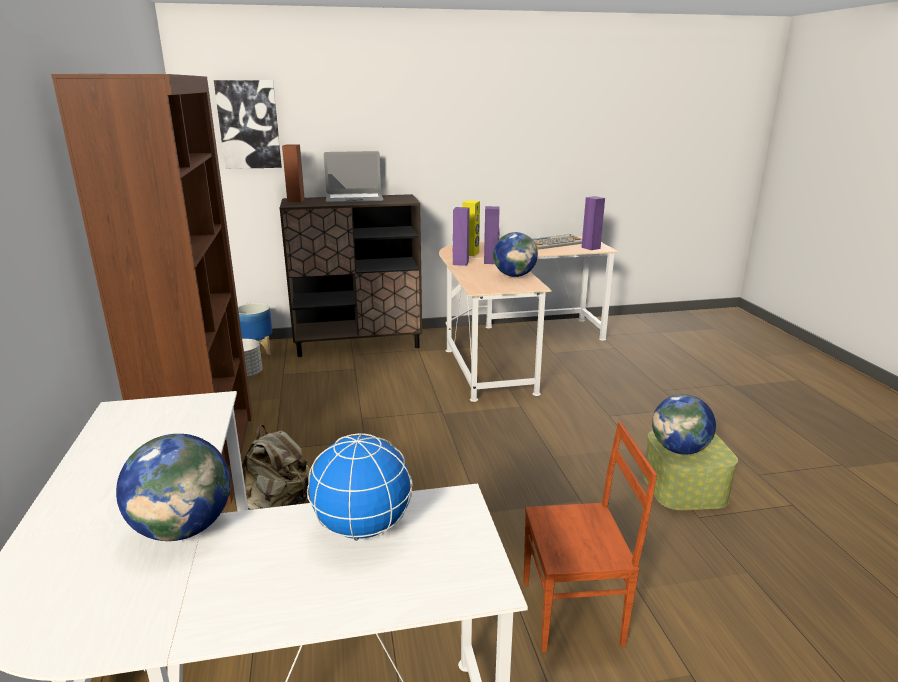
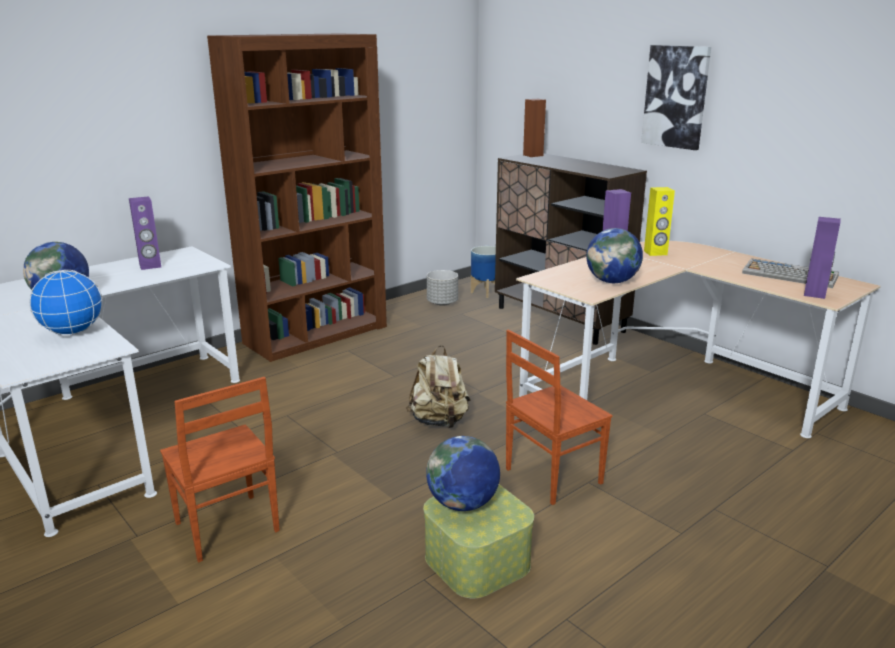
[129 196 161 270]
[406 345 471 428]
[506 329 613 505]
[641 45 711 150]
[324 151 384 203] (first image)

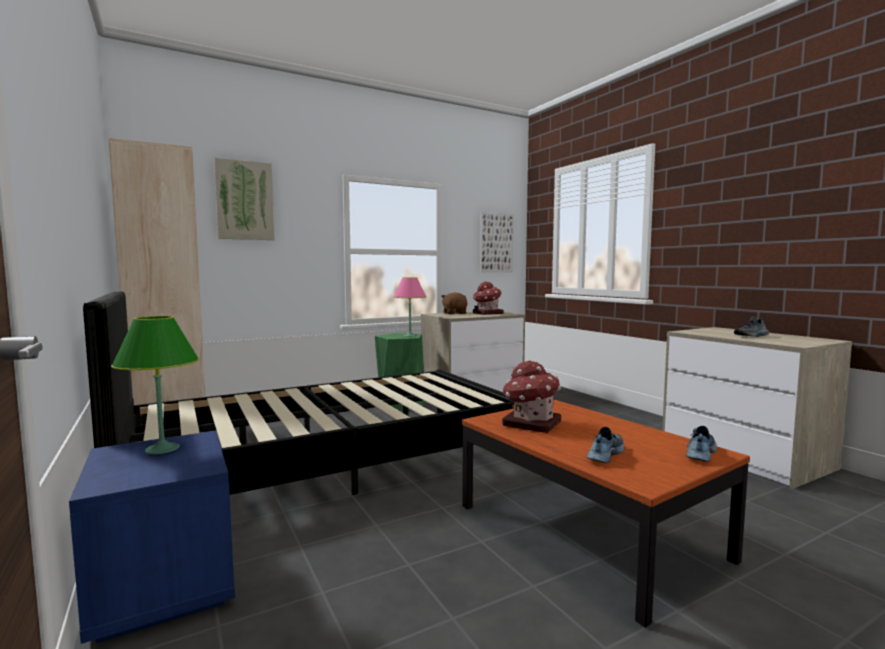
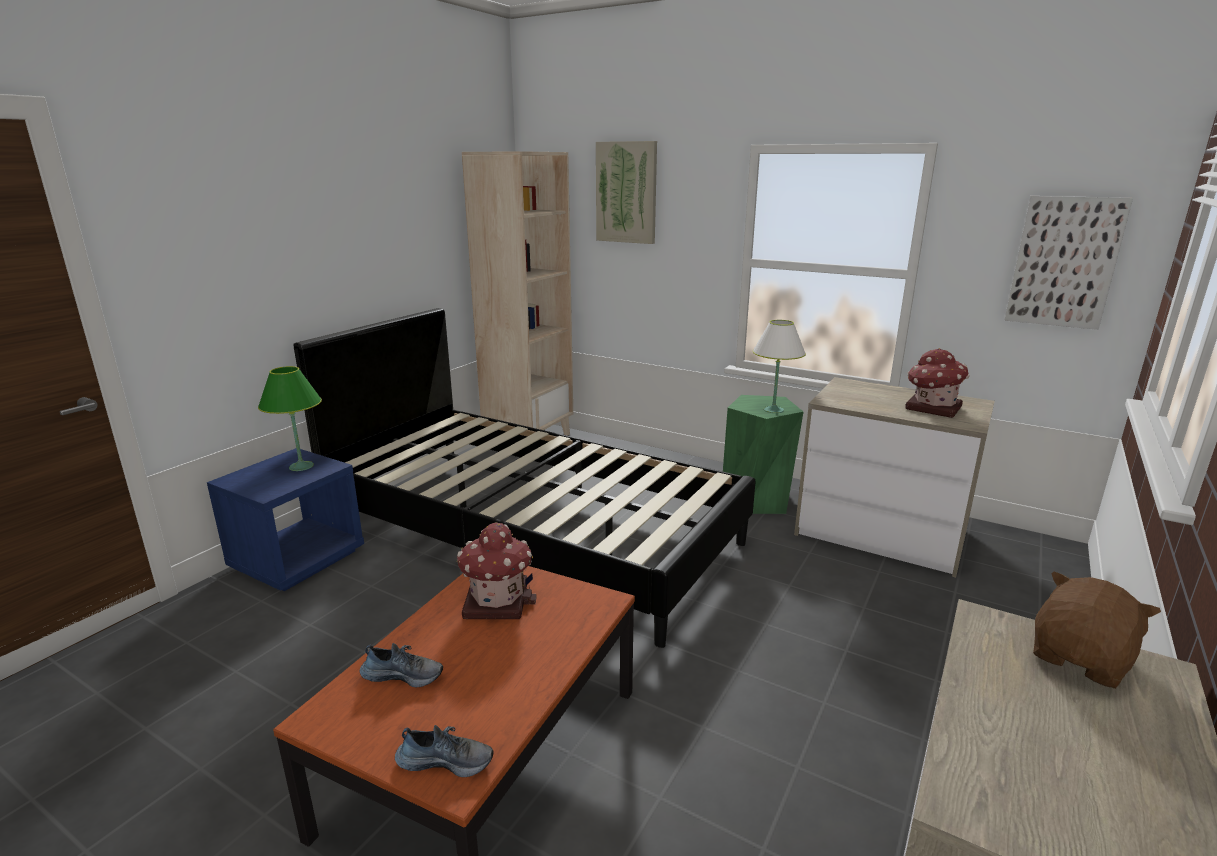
[753 320 806 413]
[1033 571 1161 689]
[734 317 769 337] (first image)

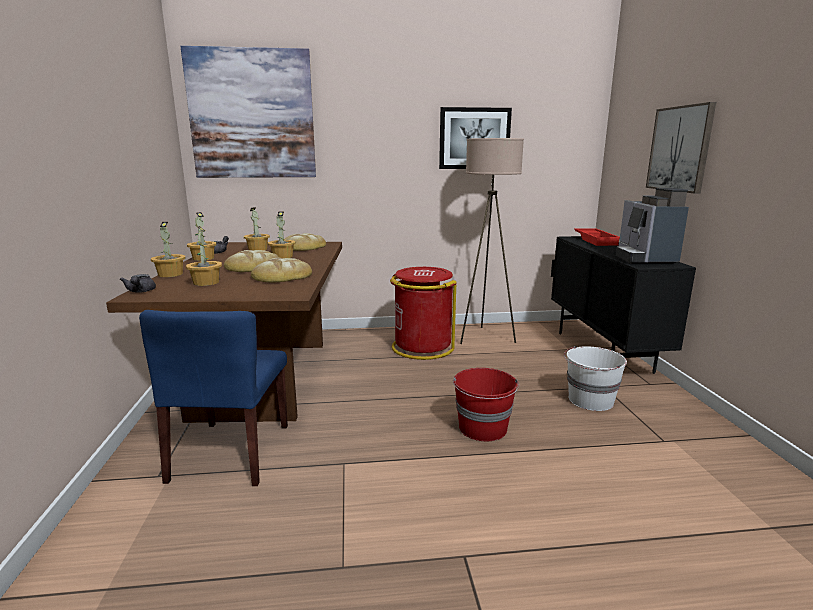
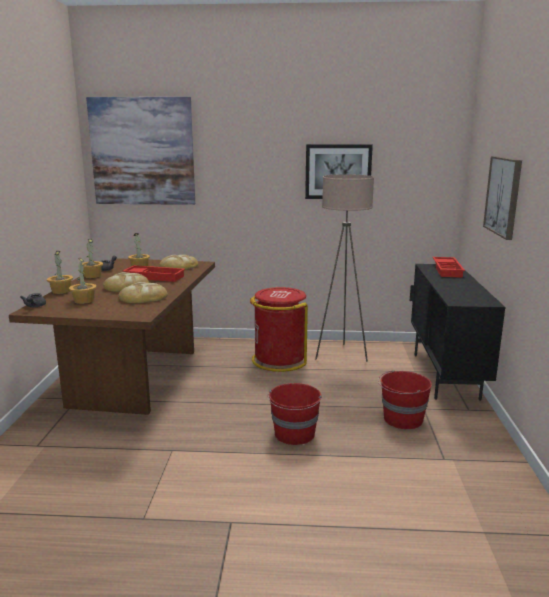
[123 265 185 282]
[378 370 432 429]
[139 310 288 486] (first image)
[616 187 689 264] (first image)

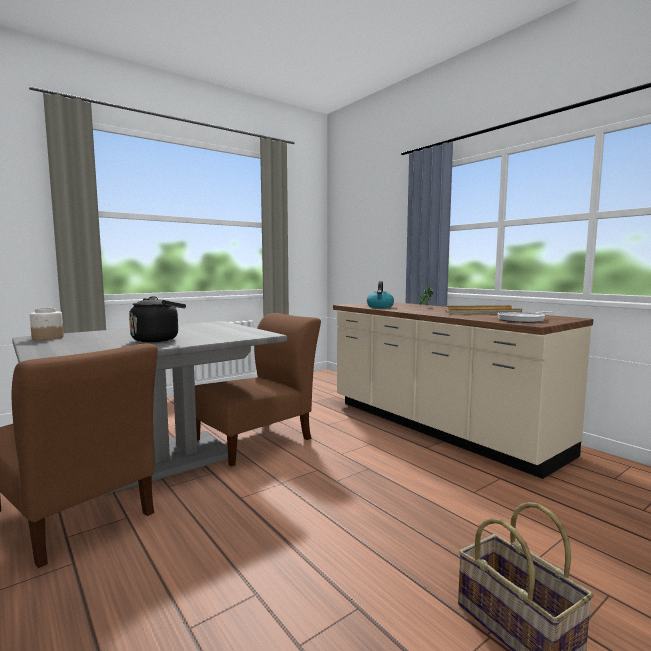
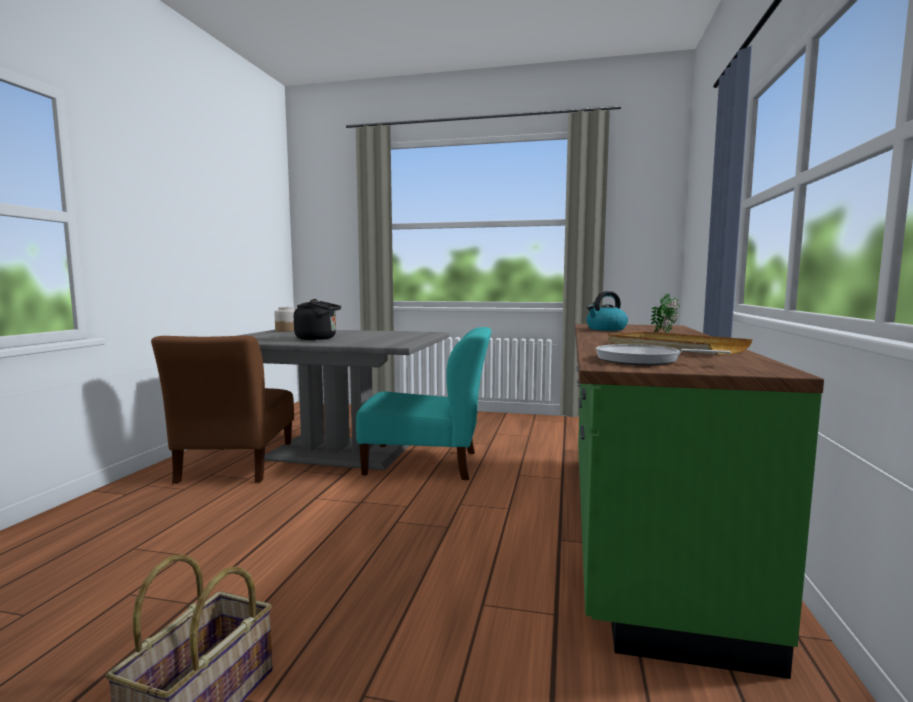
[356 327 491 480]
[575 324 824 679]

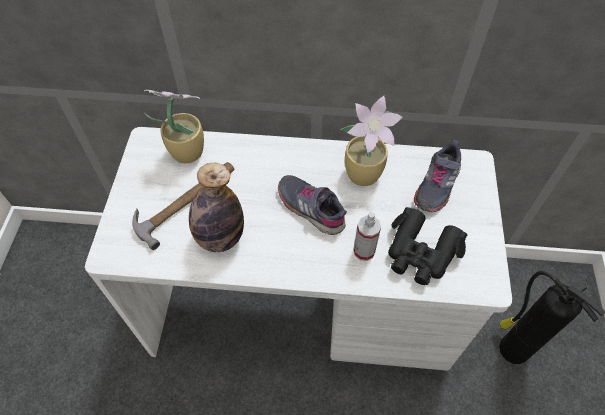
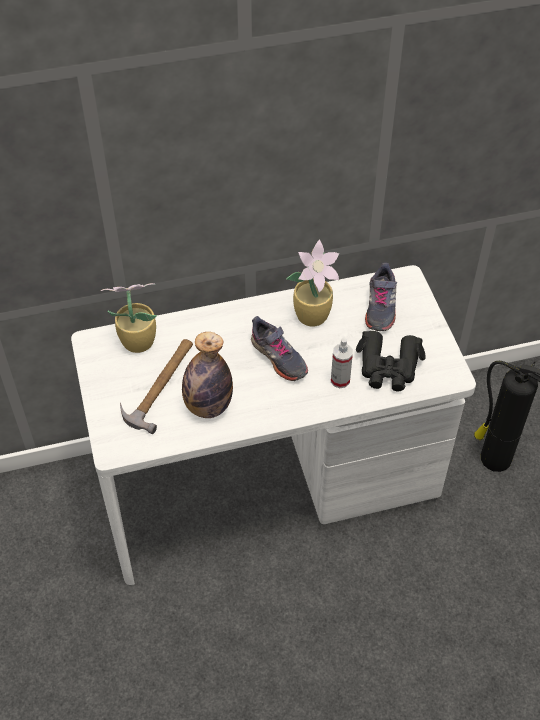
[251 316 308 381]

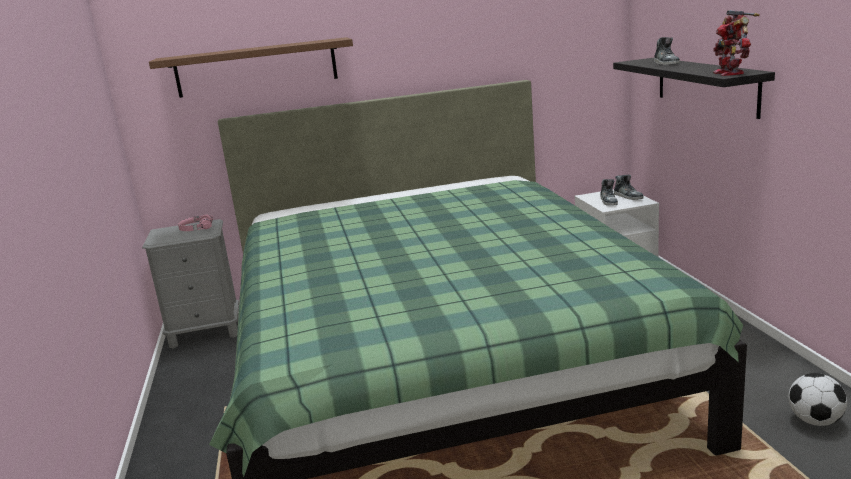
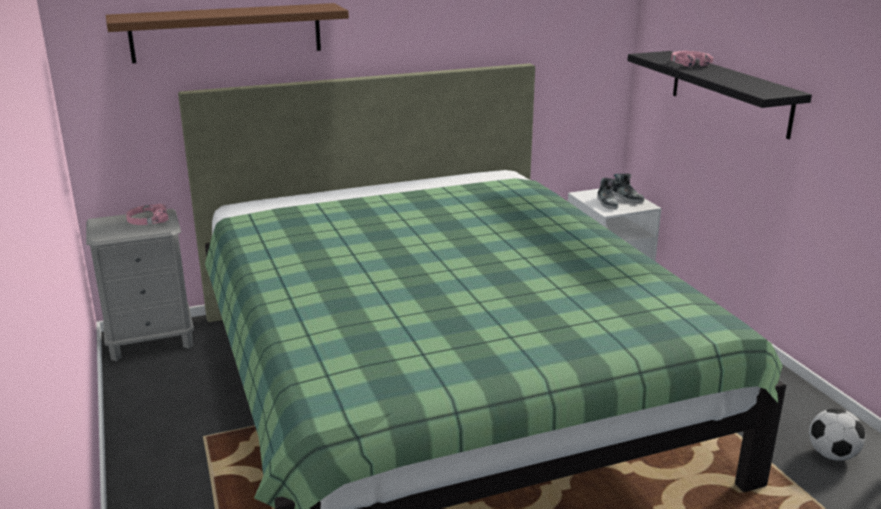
[671 51 713 67]
[713 10 760 76] (first image)

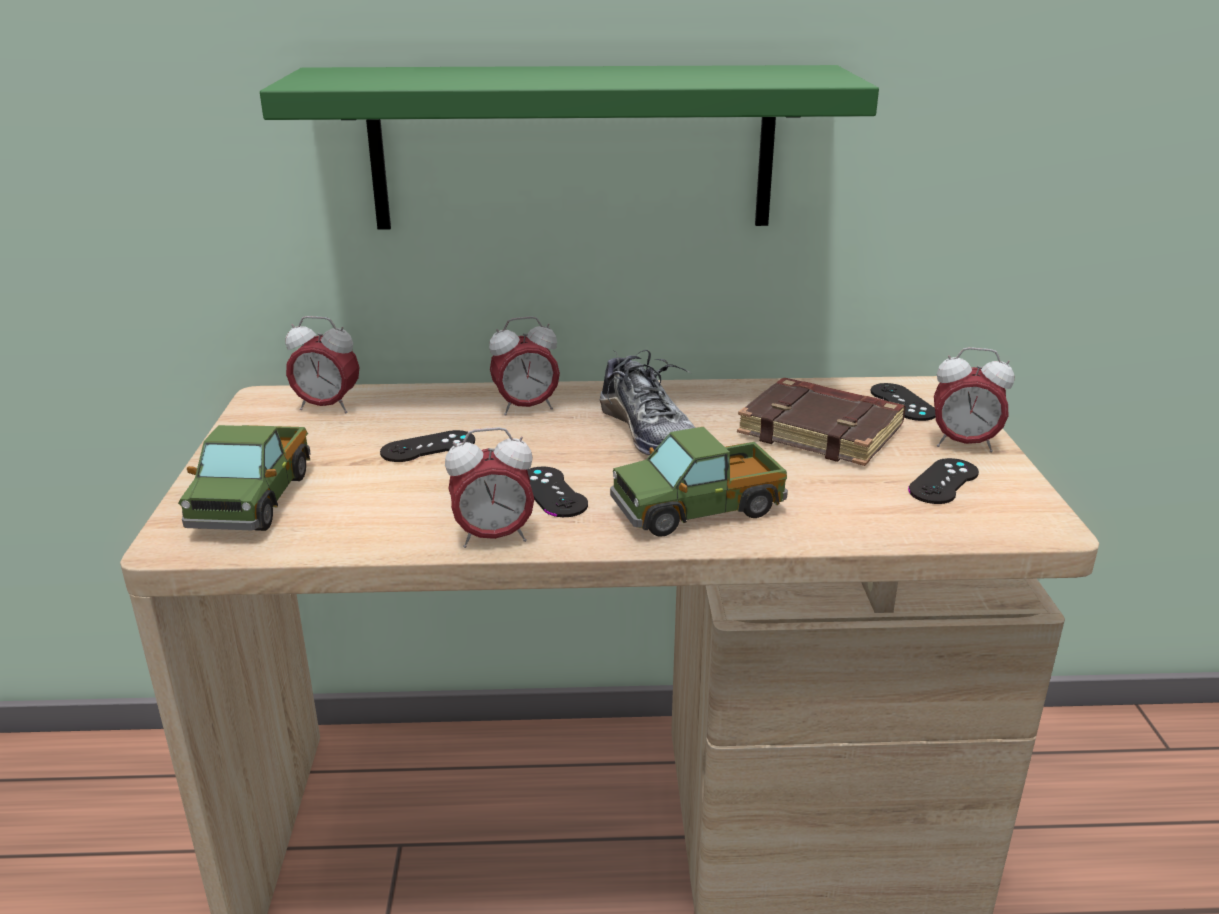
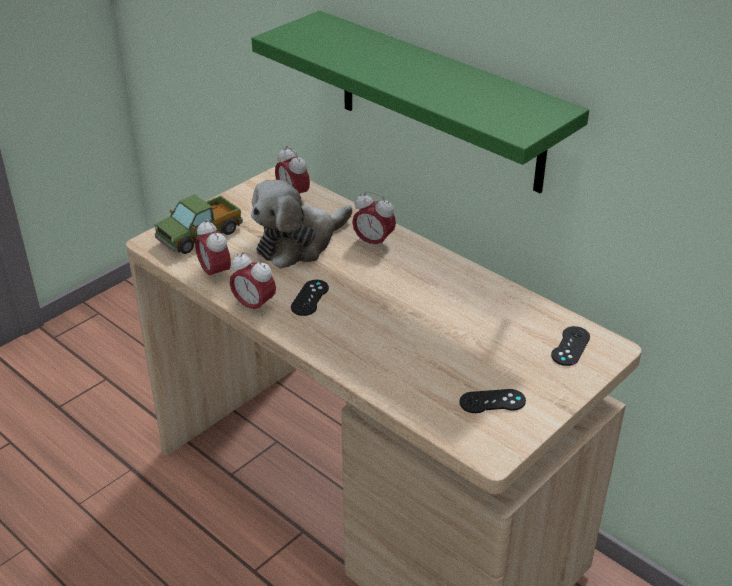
[195 219 231 284]
[251 180 352 269]
[600 350 695 455] (first image)
[610 427 788 537] (first image)
[737 378 906 466] (first image)

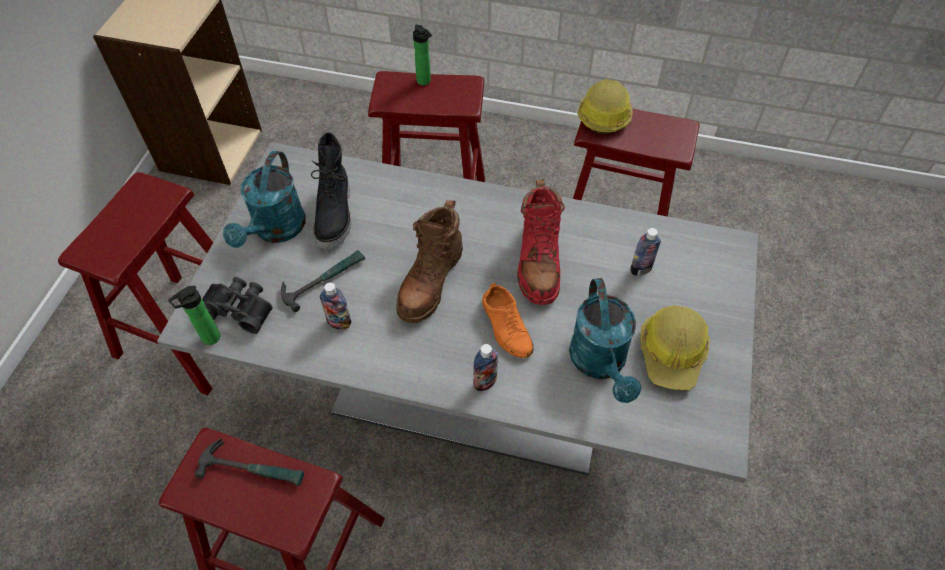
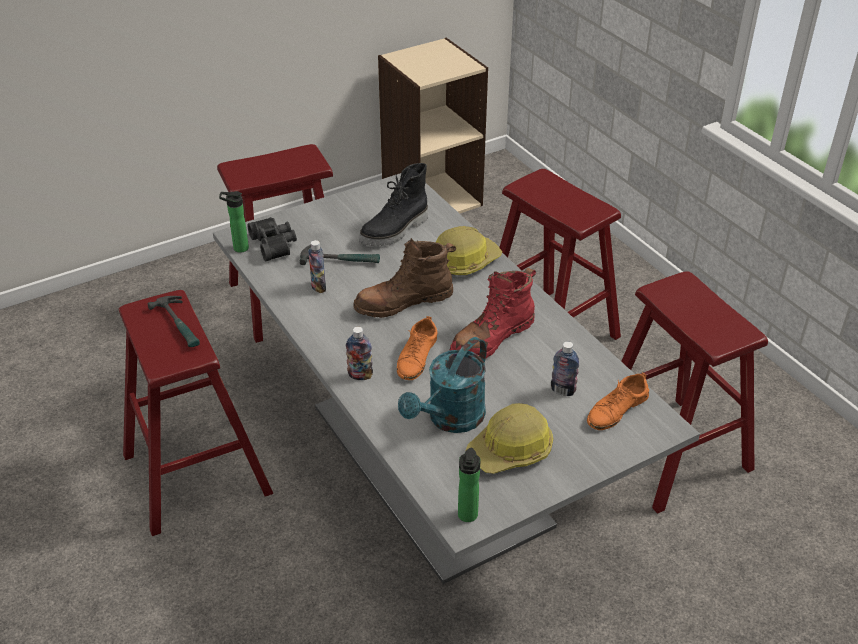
[436 226 502 275]
[458 447 481 522]
[587 372 649 430]
[223 151 305 248] (first image)

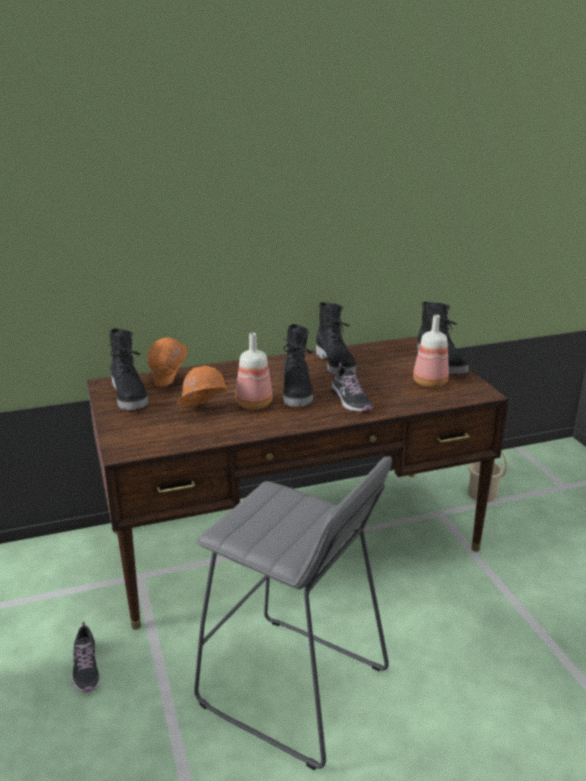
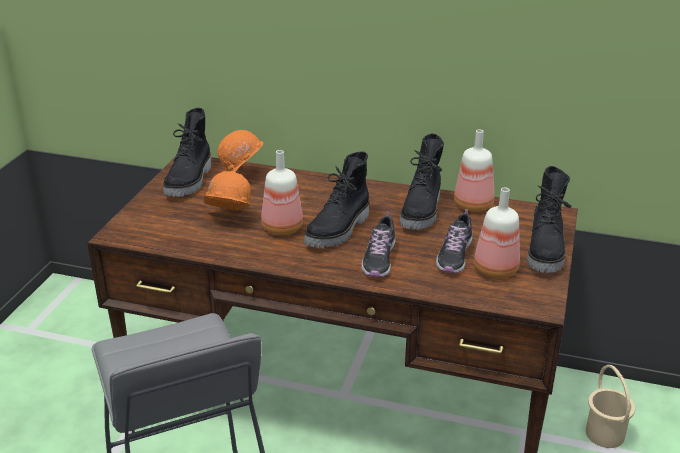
[436 209 472 273]
[454 129 495 212]

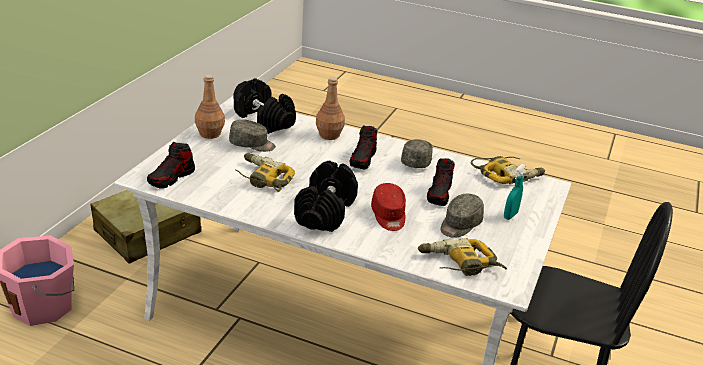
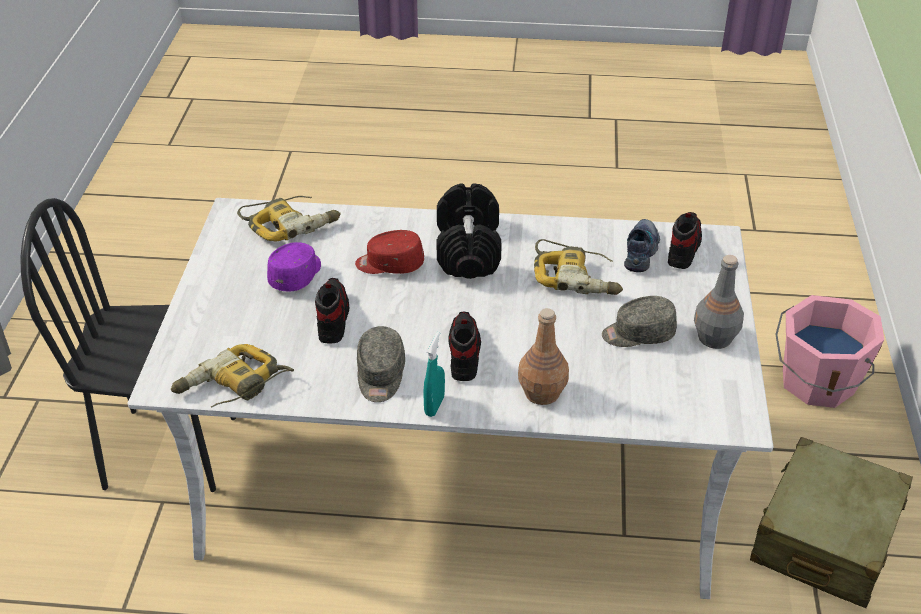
[267 242 321 291]
[355 230 424 274]
[423 332 445 417]
[624 219 660 272]
[694 255 744 349]
[234 78 296 134] (first image)

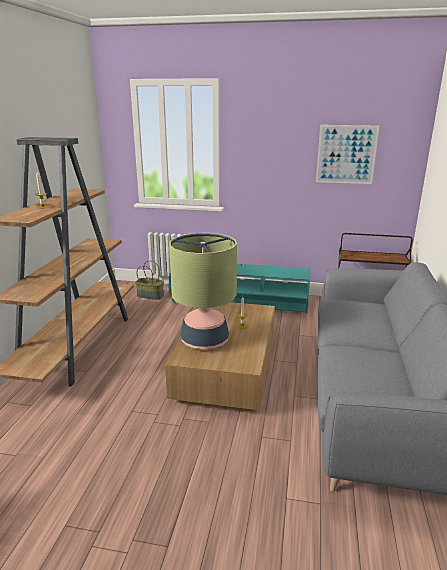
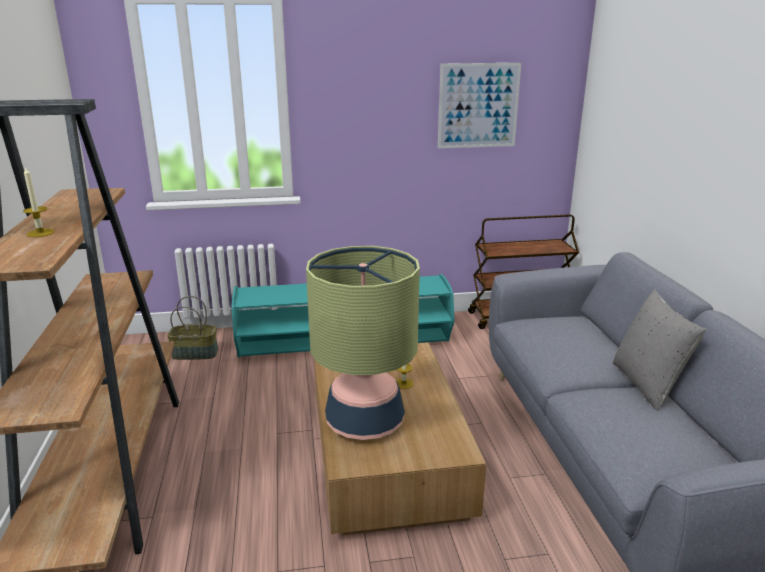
[613 289 706 411]

